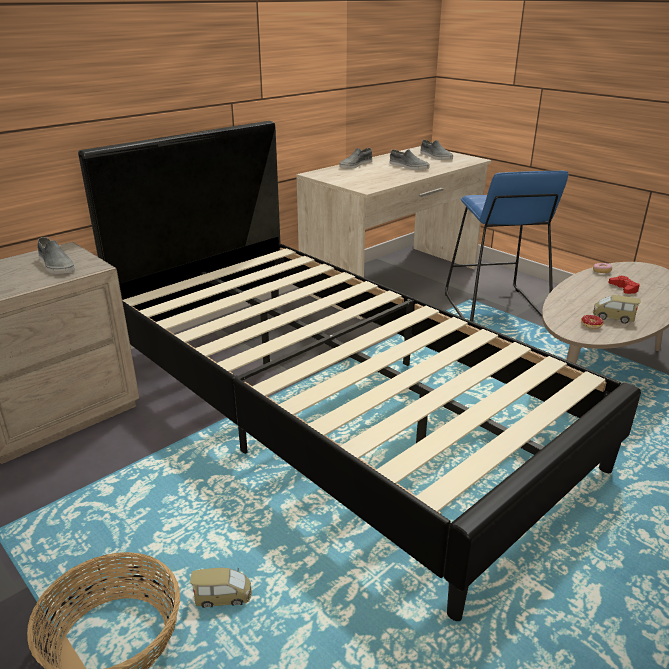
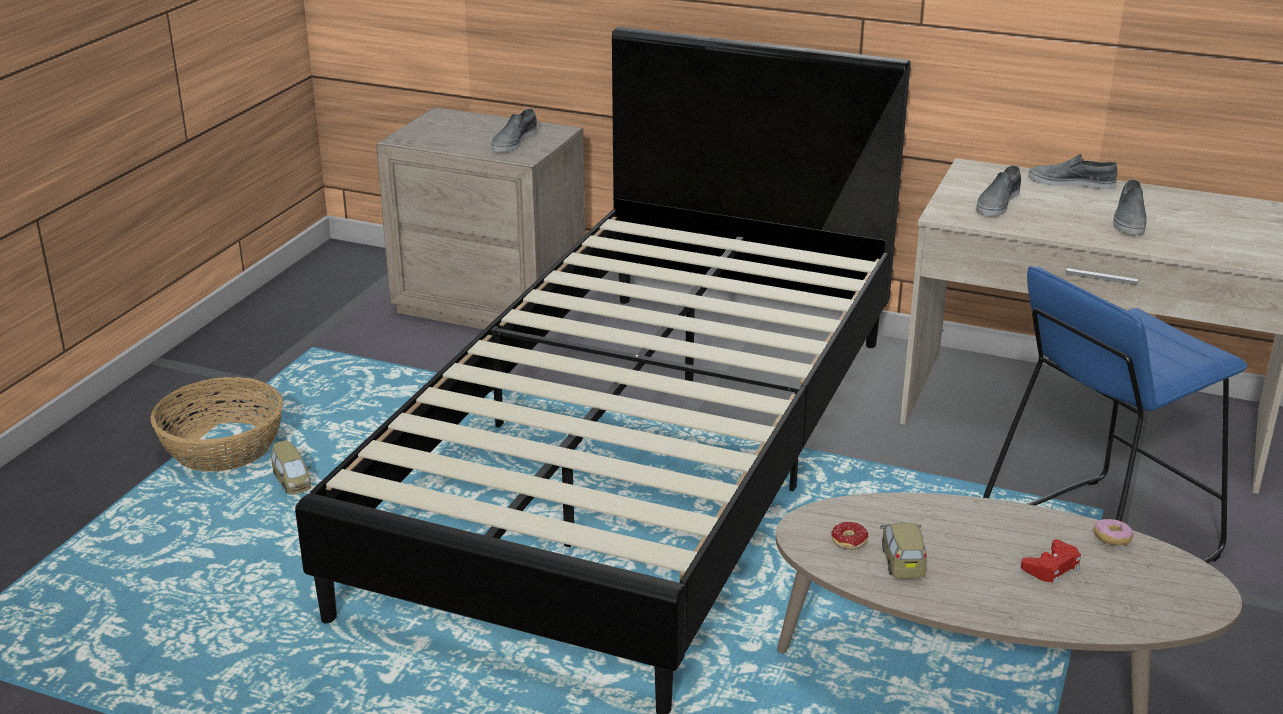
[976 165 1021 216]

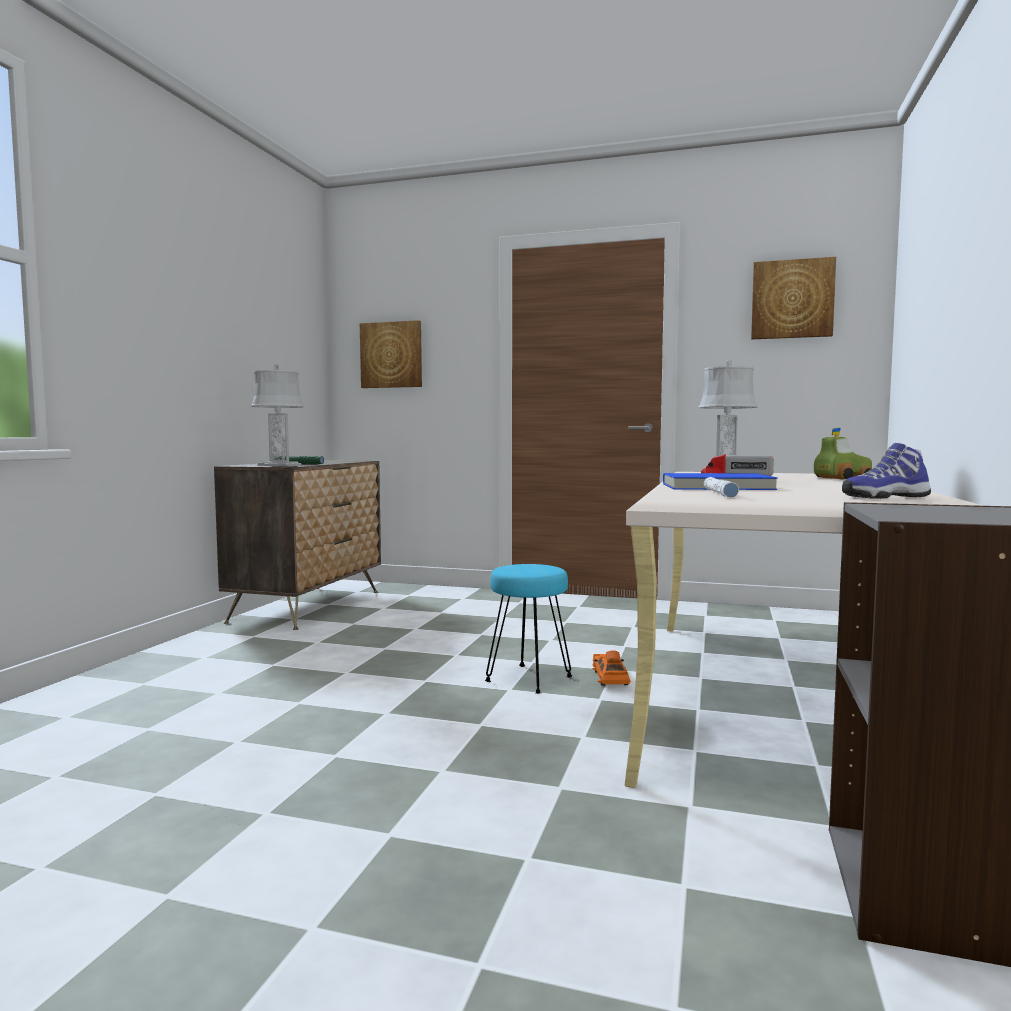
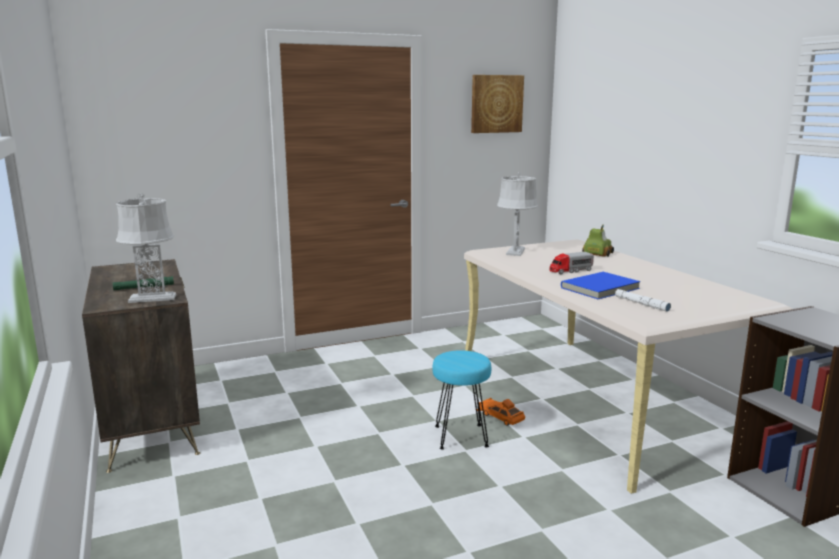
[360 320 422 388] (first image)
[842 443 931 499] (first image)

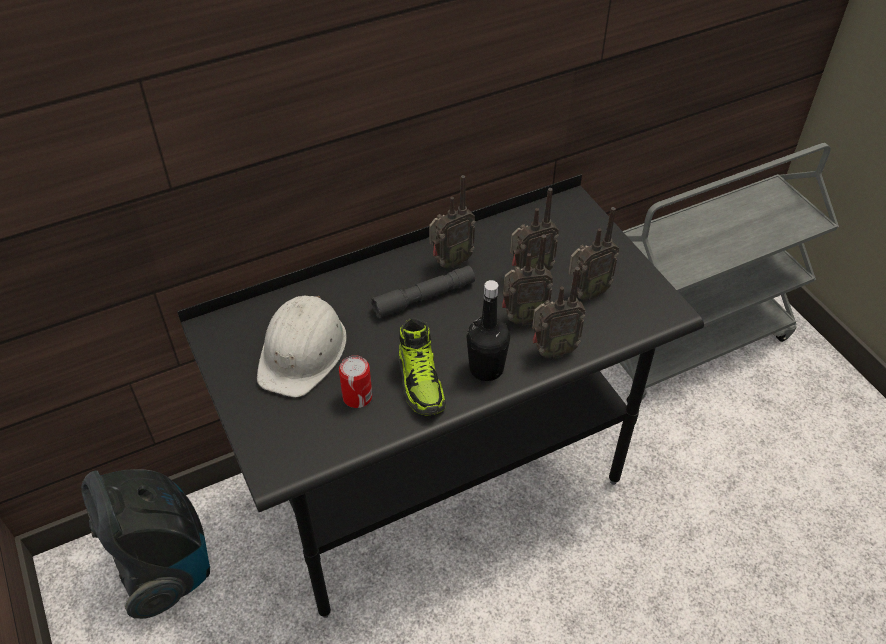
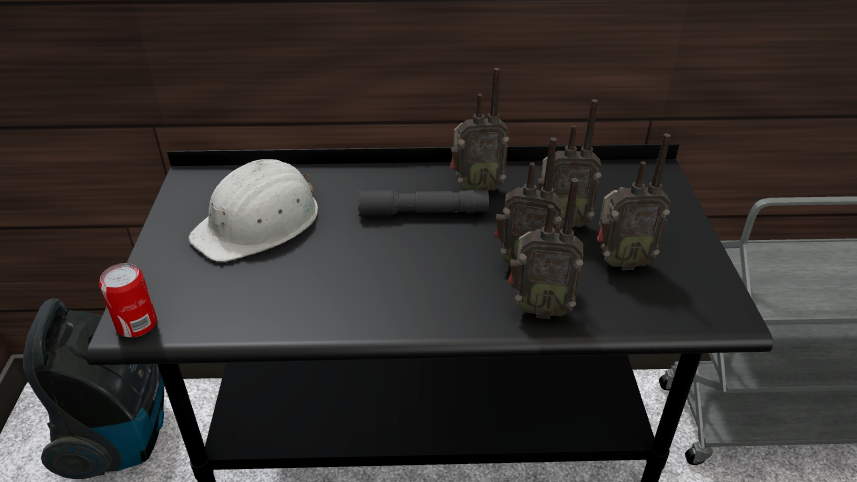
[99 263 157 337]
[398 318 446 416] (first image)
[467 280 510 381] (first image)

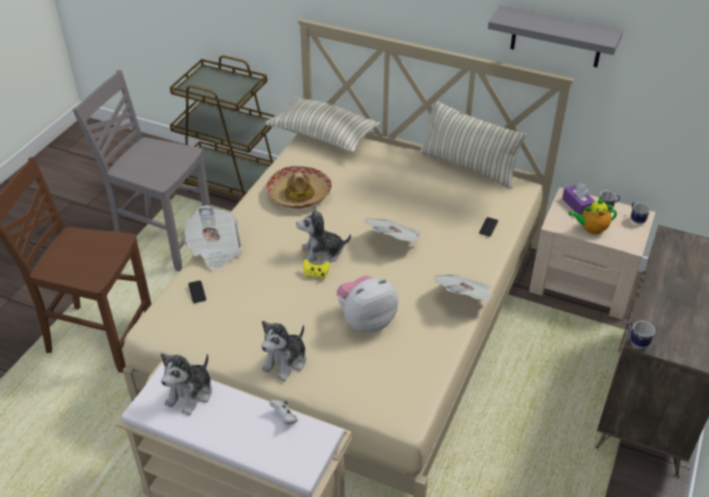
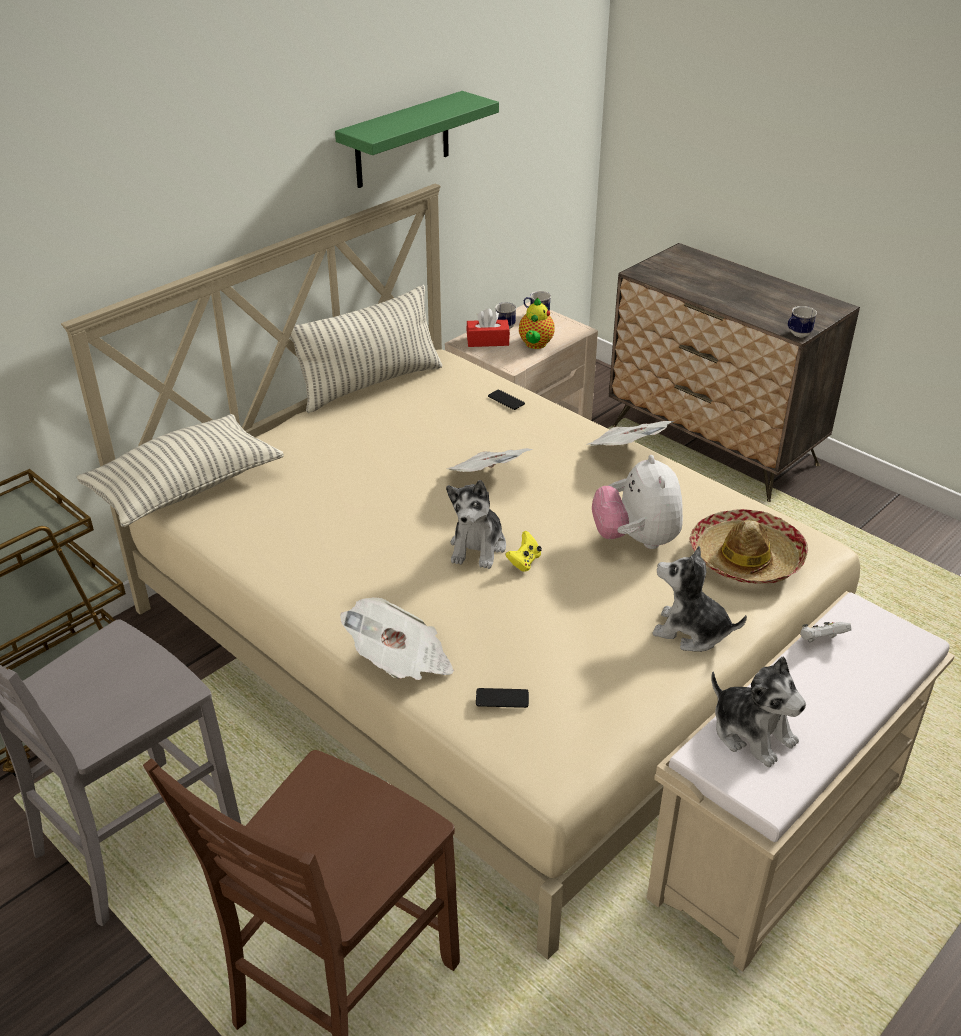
[335 91 499 188]
[466 309 510 347]
[652 546 747 652]
[690 509 808 584]

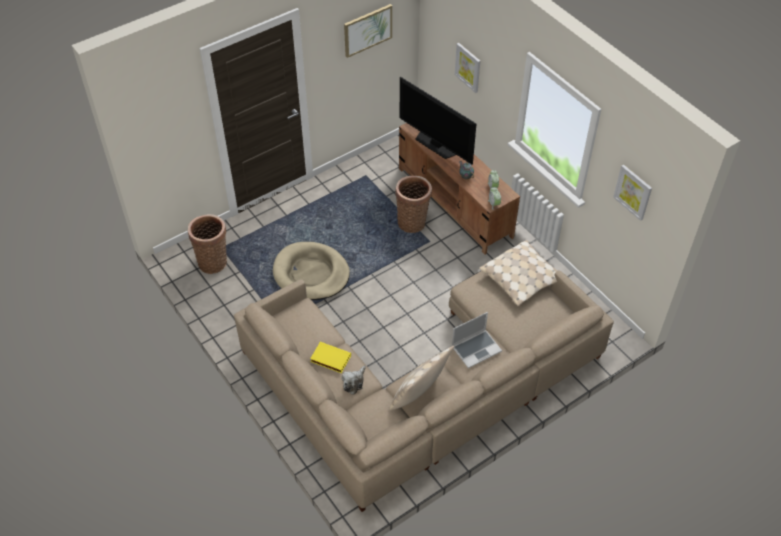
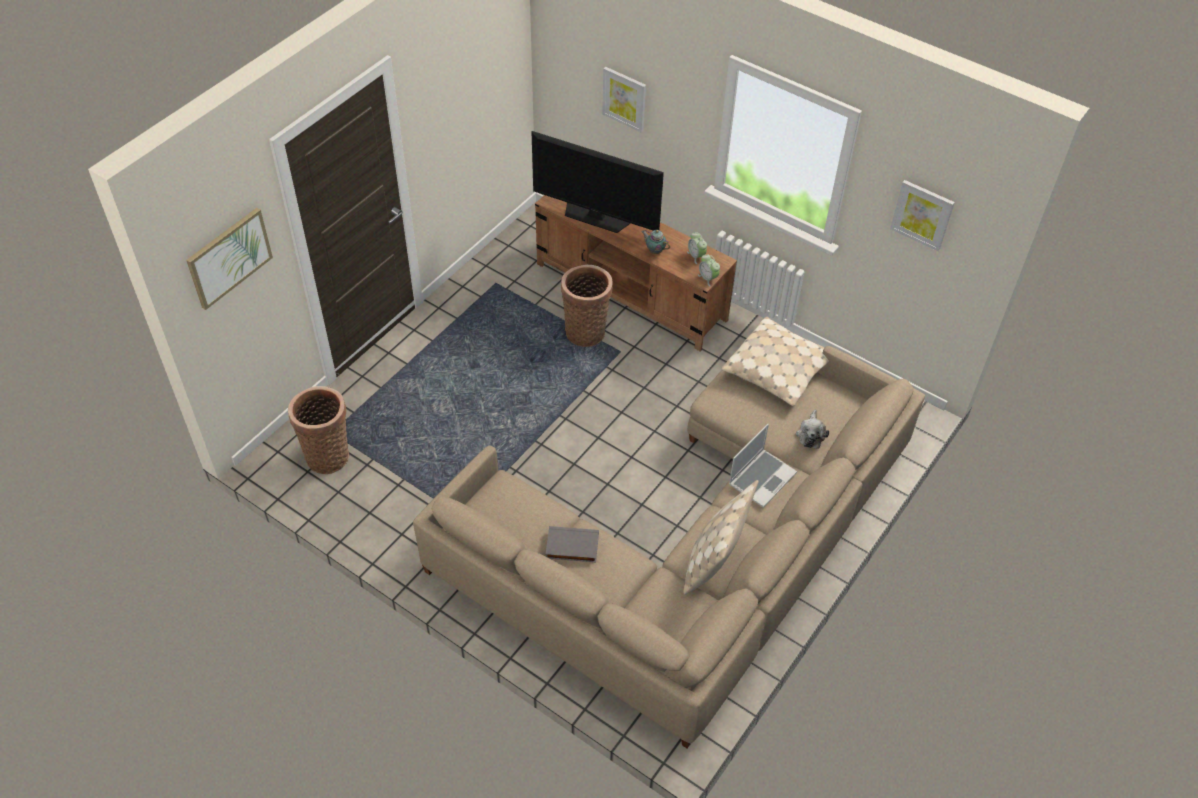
[186 208 273 310]
[546 526 599 562]
[796 410 829 449]
[273 242 350 300] (first image)

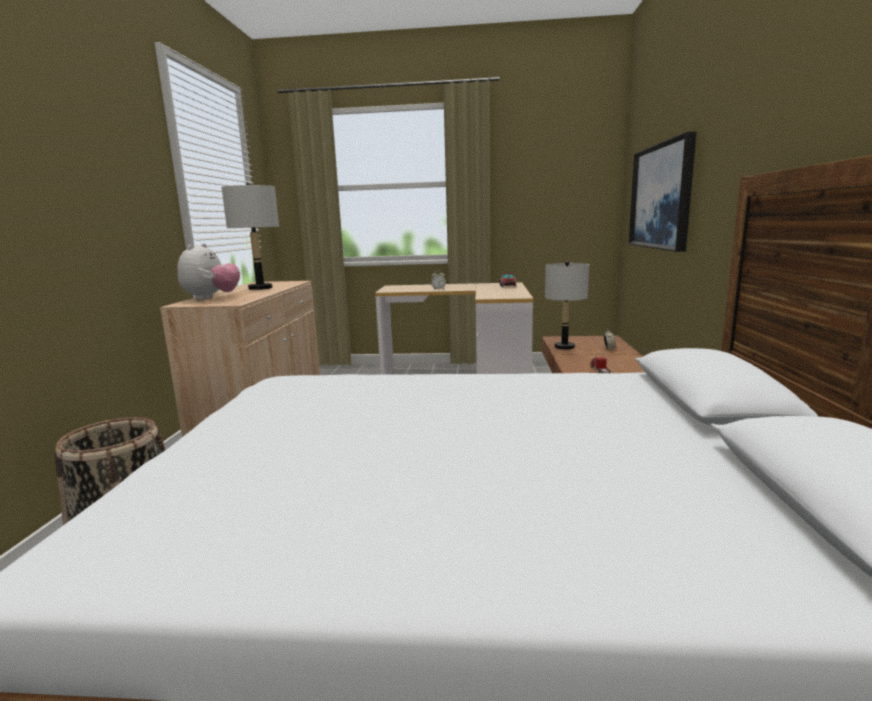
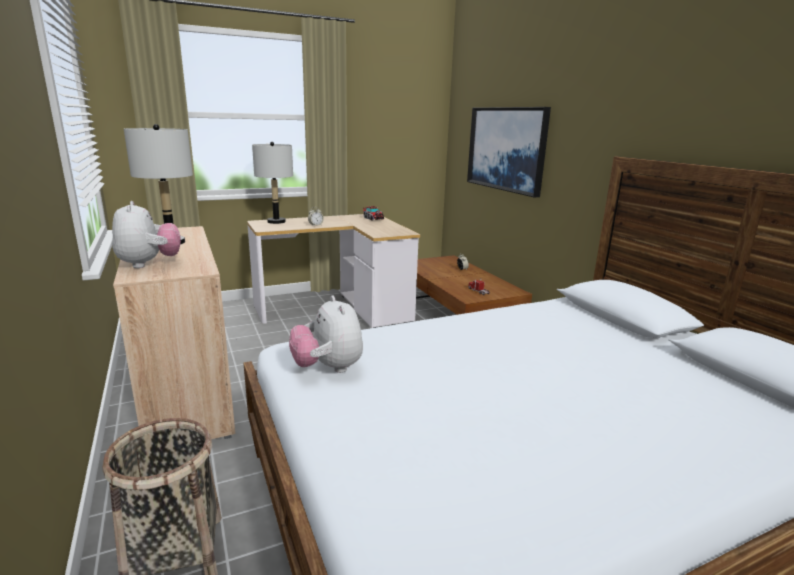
[252 142 293 224]
[289 295 363 373]

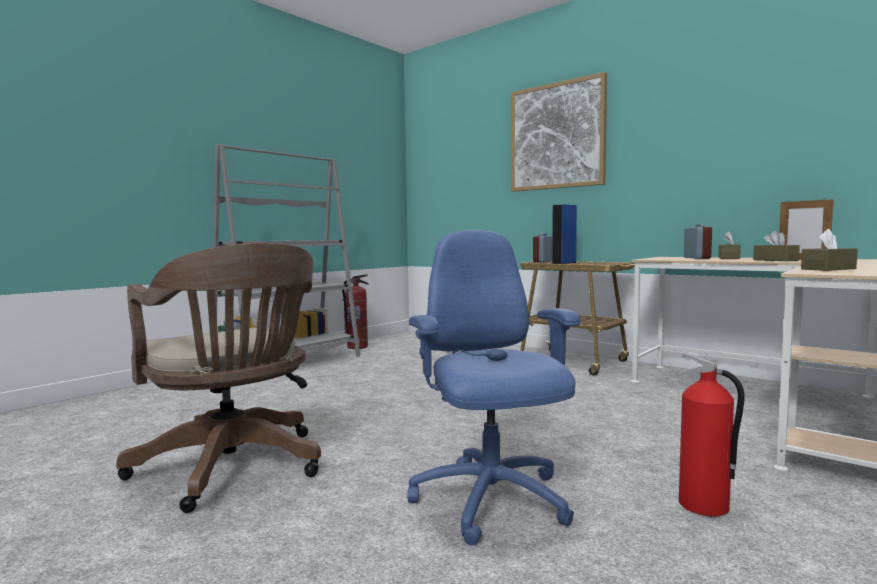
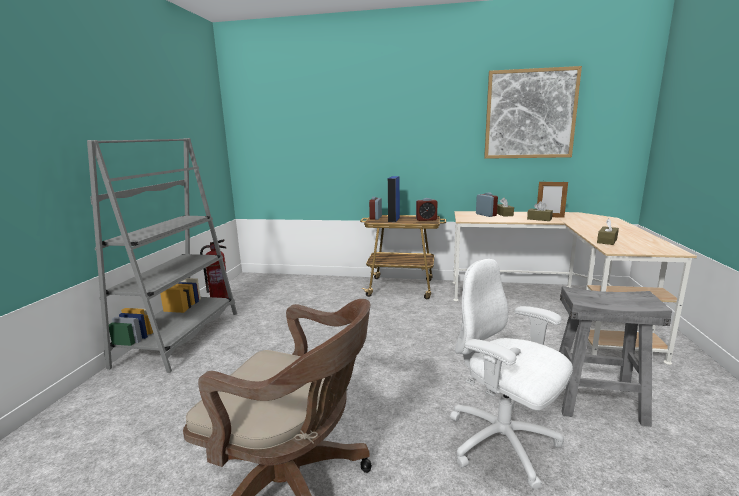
[416 198 438 221]
[450 259 573 490]
[484 66 582 159]
[559 286 672 427]

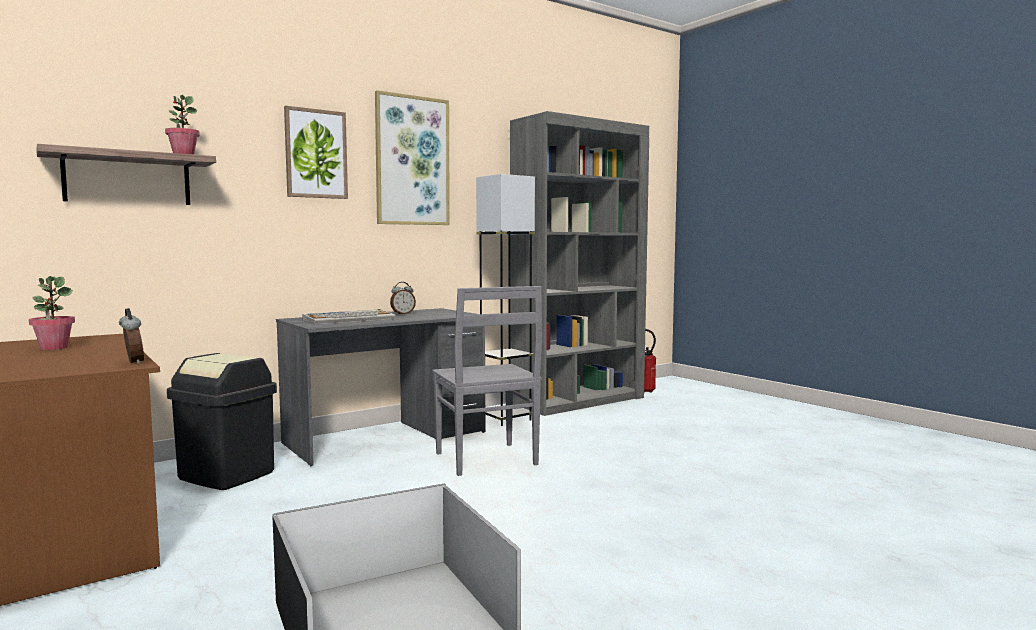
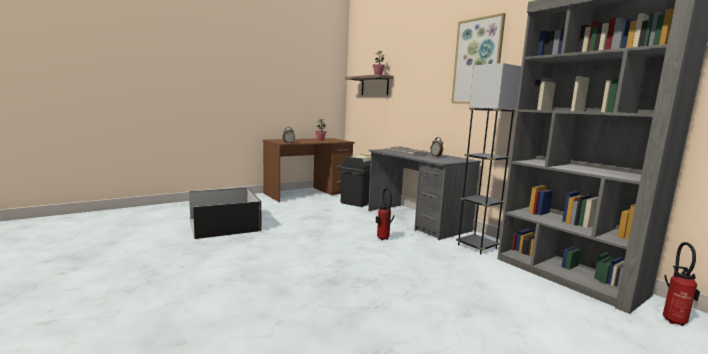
[376 188 394 240]
[284 106 348 199] (first image)

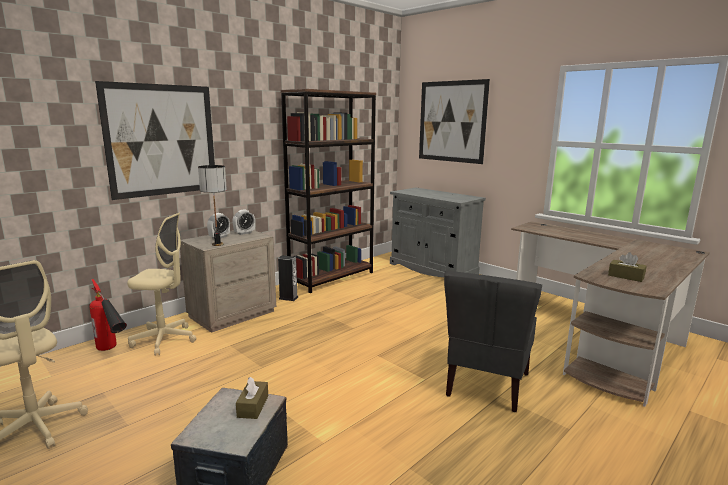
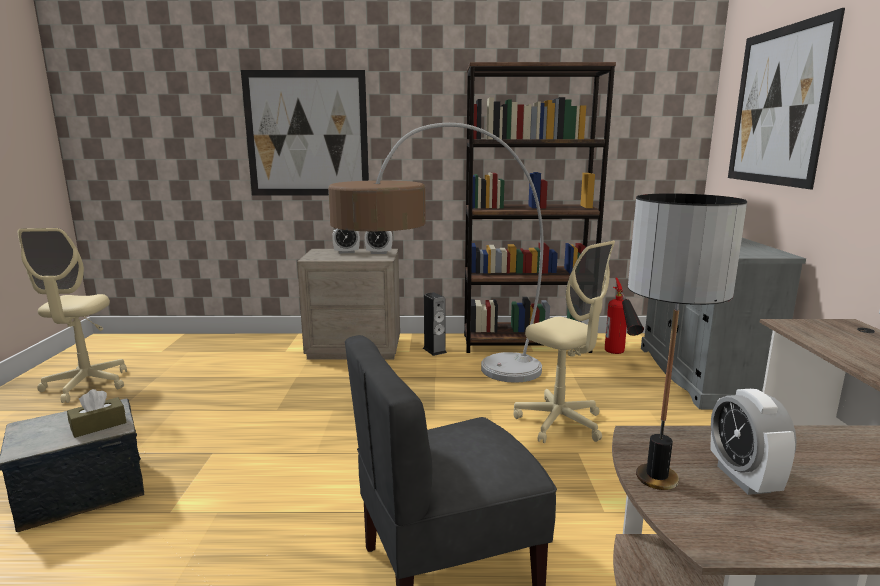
[328 123 544 383]
[513 240 615 443]
[605 278 644 354]
[628 193 747 490]
[710 389 797 495]

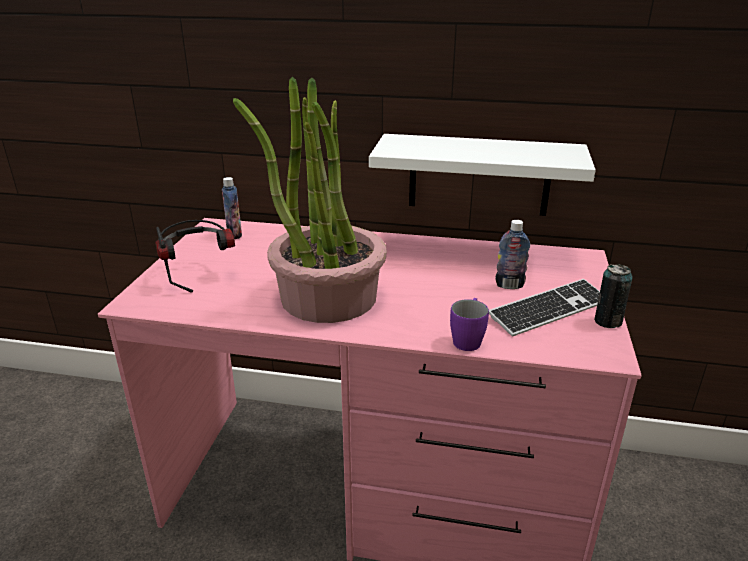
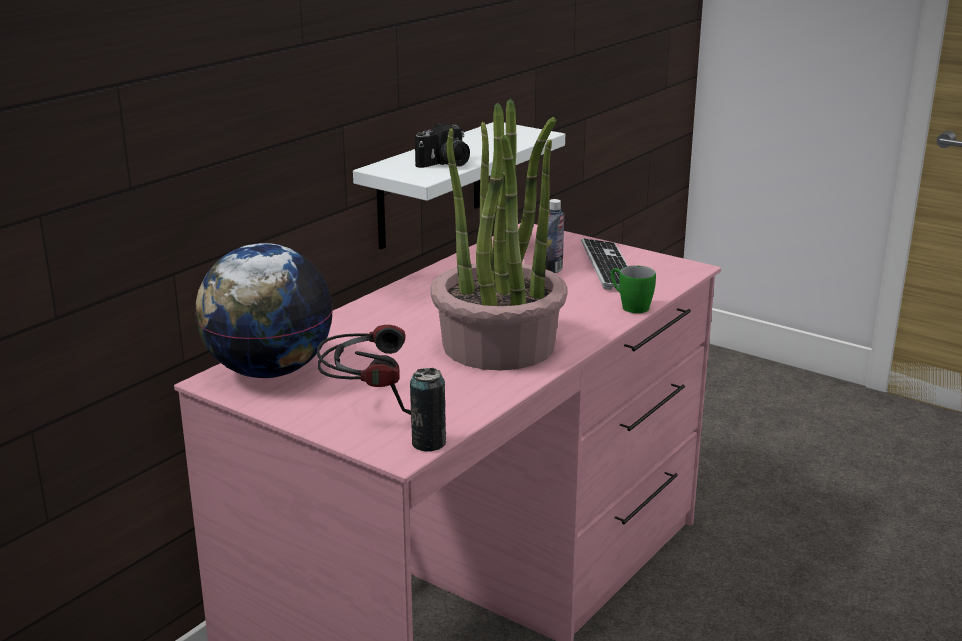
[195 243 333 378]
[410 368 446 452]
[415 122 470 168]
[611 266 656 313]

